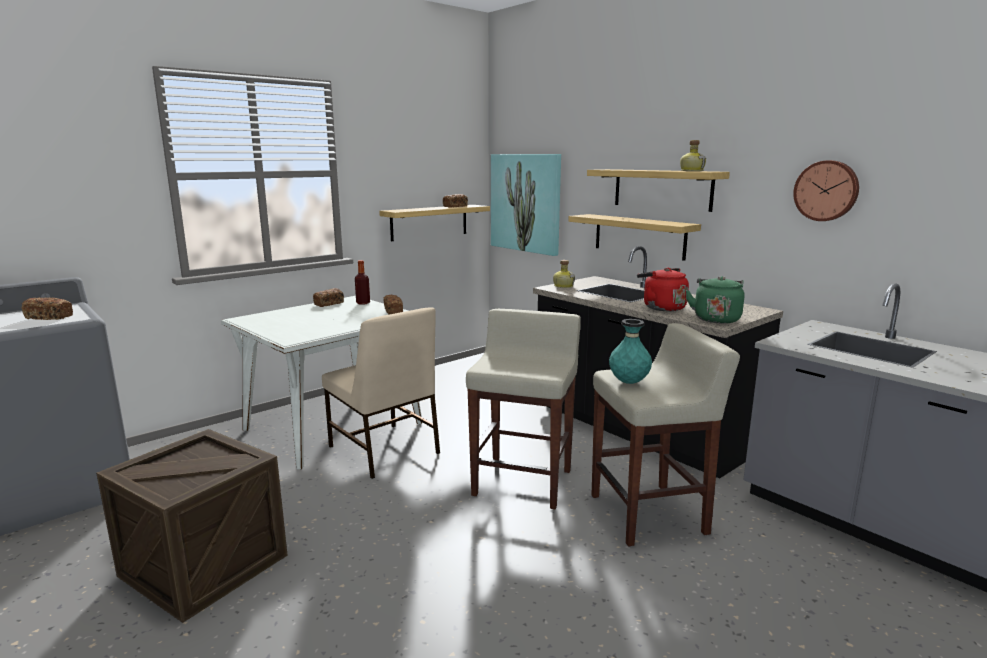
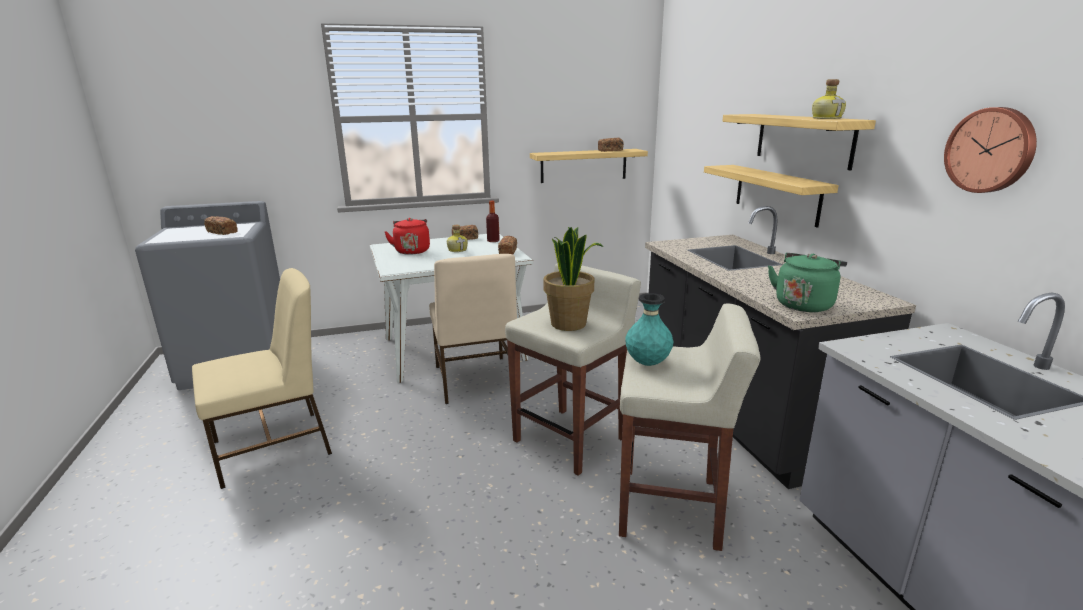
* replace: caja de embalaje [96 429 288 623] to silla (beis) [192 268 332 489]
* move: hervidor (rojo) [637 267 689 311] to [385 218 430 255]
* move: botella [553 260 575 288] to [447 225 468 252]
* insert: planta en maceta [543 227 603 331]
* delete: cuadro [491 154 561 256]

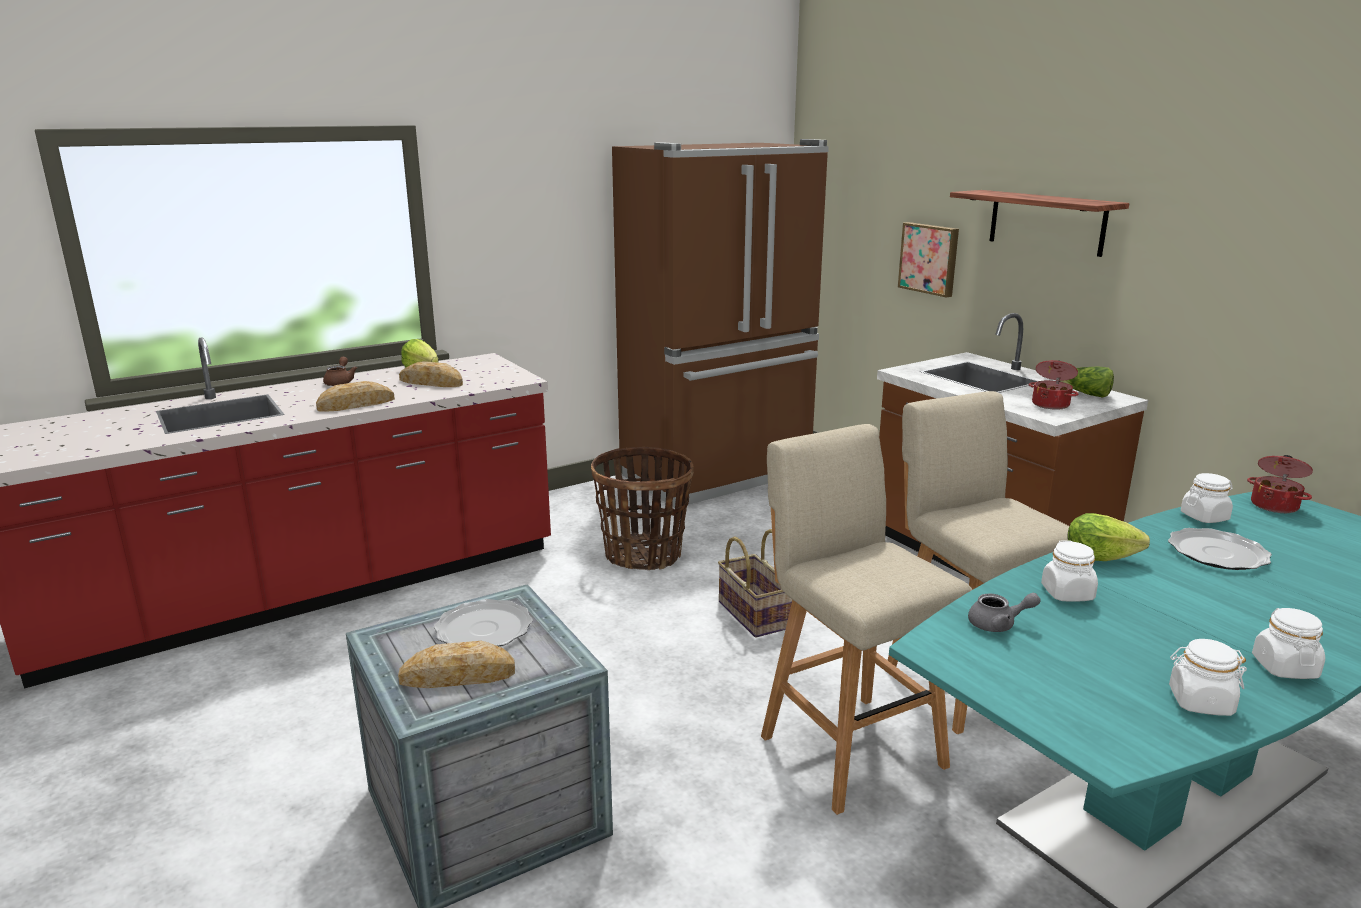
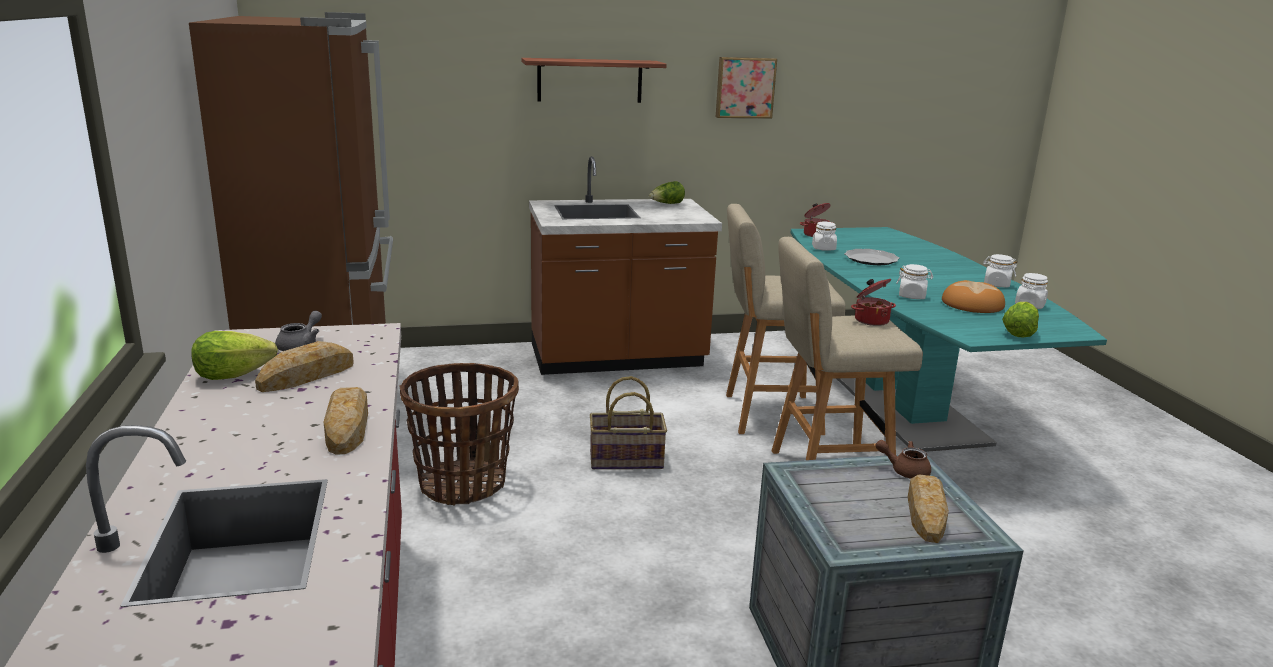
* move: tetera (gris) [968 593 1041 632] to [275 311 322 351]
* move: cuadro [898 222 959 298] to [716 57 777 118]
* move: olla [1029 360 1078 410] to [851 279 896 326]
* move: tetera (marrón) [323 357 357 386] to [875 440 931 479]
* insert: pan [942 280 1005 313]
* move: lechuga [1068 513 1150 561] to [1002 302 1039 337]
* delete: plato [434 599 533 646]

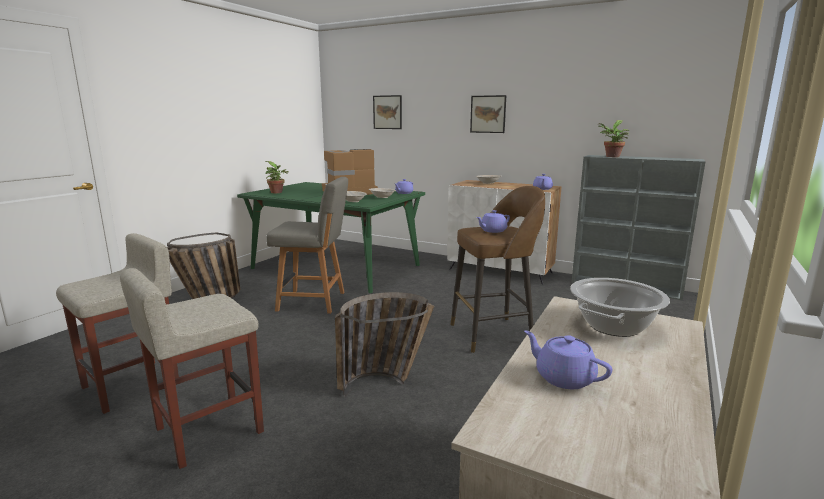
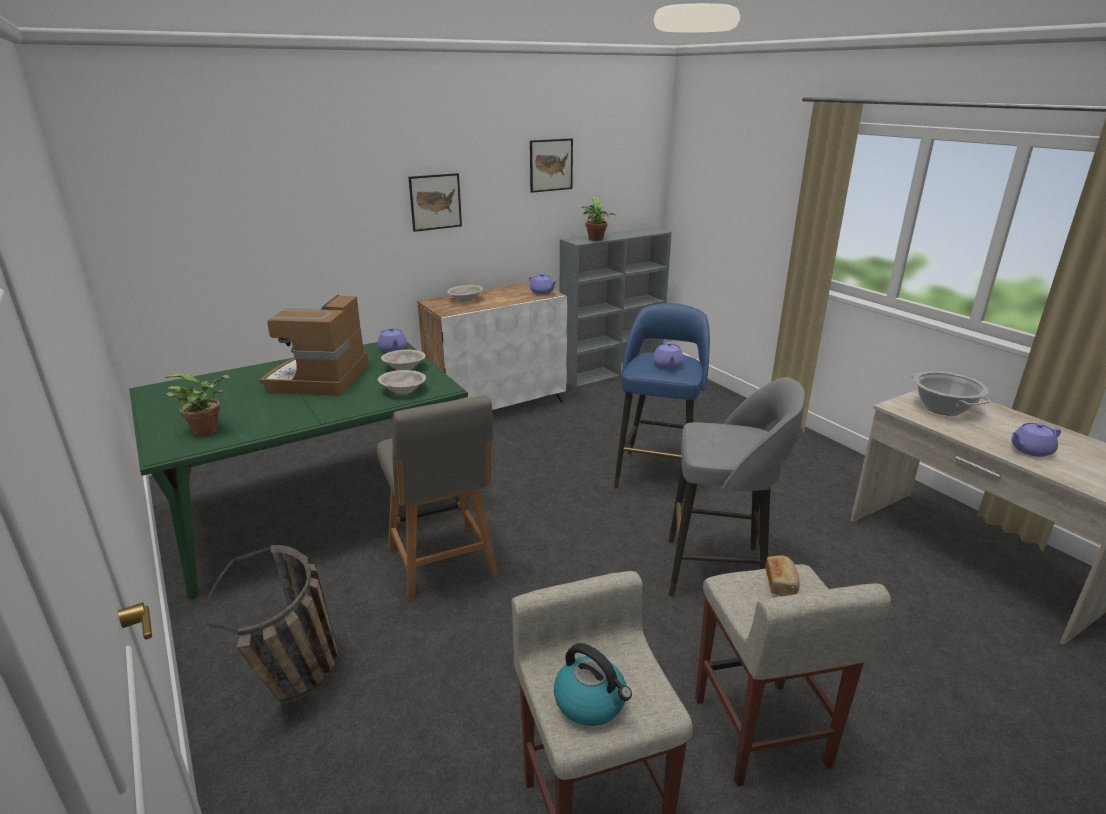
* rotate: silla (gris) [266 177 348 314] = [377 395 499 601] 120 degrees clockwise
* move: cuadro [373 95 402 129] to [530 138 573 193]
* insert: hervidor [554 643 632 726]
* recolor: taburete (marrón) [450 186 545 353] to taburete (azul) [614 303 710 490]
* replace: cesta [335 292 434 397] to taburete (gris) [668 377 805 596]
* insert: pan [765 555 800 596]

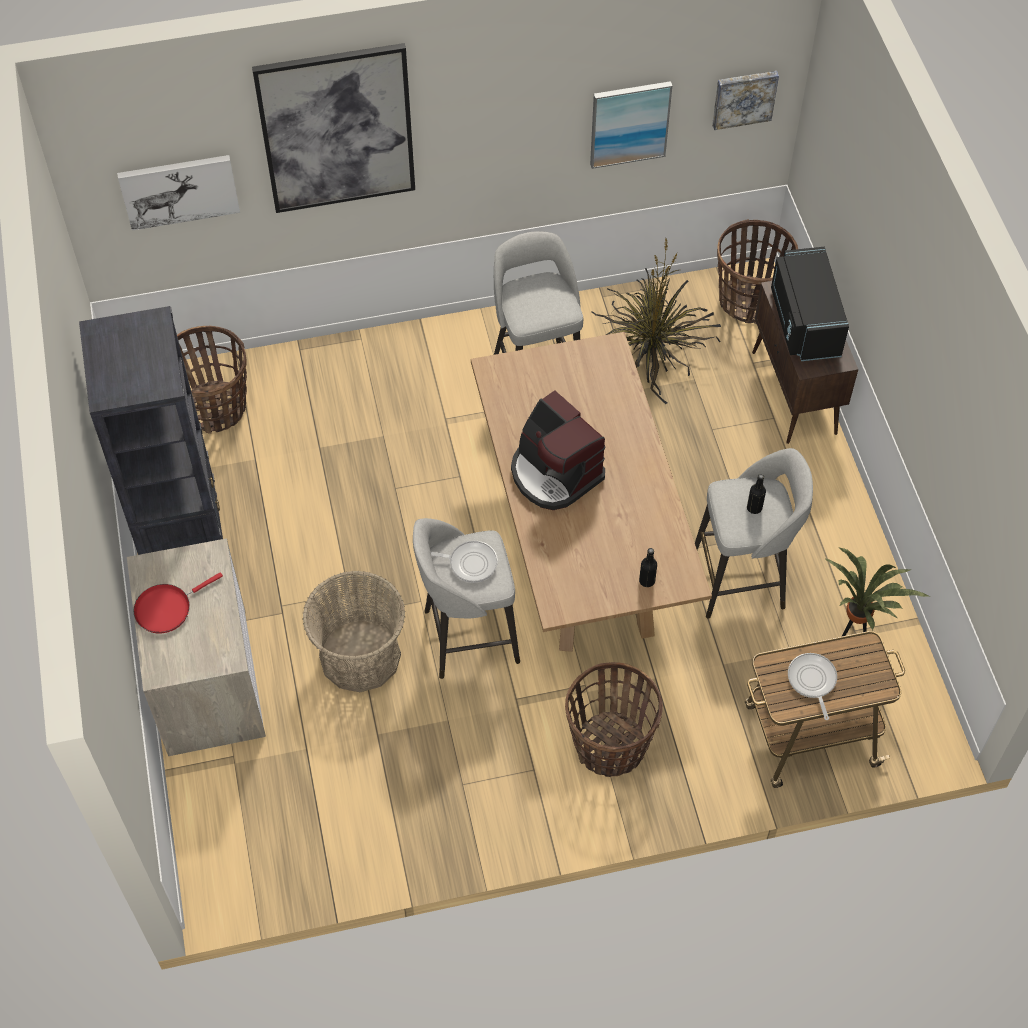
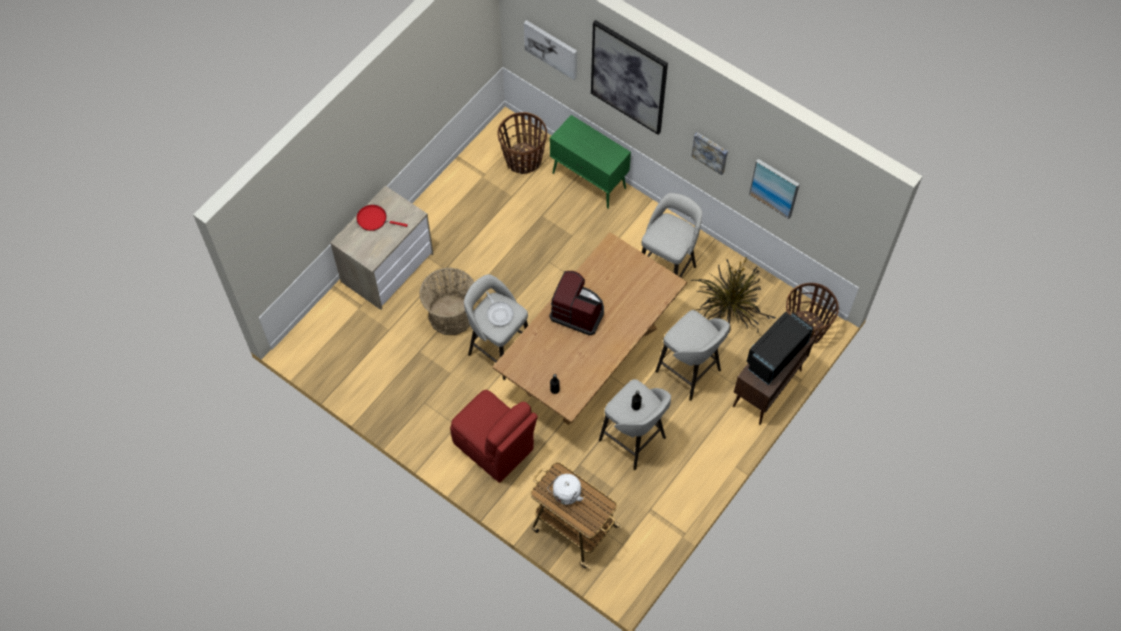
* replace: cesta [565 662 663 777] to silla (rojo) [450 390 538 483]
* replace: sartén [788 653 837 720] to hervidor (blanco) [548 474 584 505]
* insert: armario (verde) [550 115 631 209]
* rotate: cafetera [511 391 606 510] = [550 271 604 336] 105 degrees clockwise
* insert: taburete (gris) [655 310 730 400]
* move: cuadro [712 71 779 130] to [691 133 728 175]
* delete: estantería (negro) [79 306 223 555]
* delete: planta en maceta [824 548 929 636]

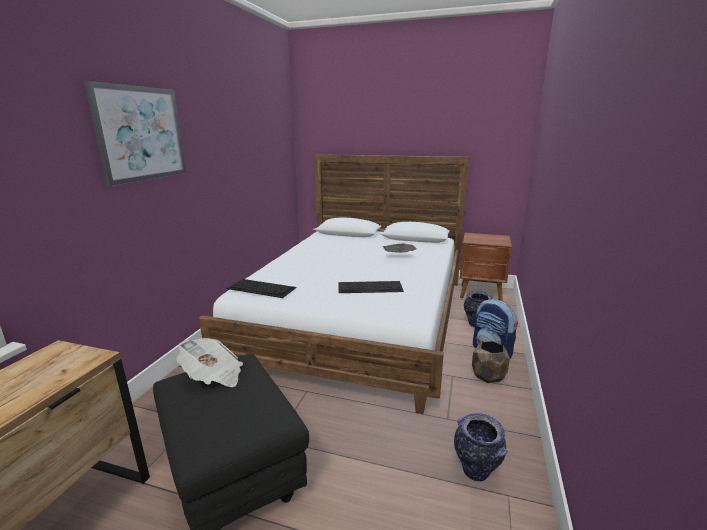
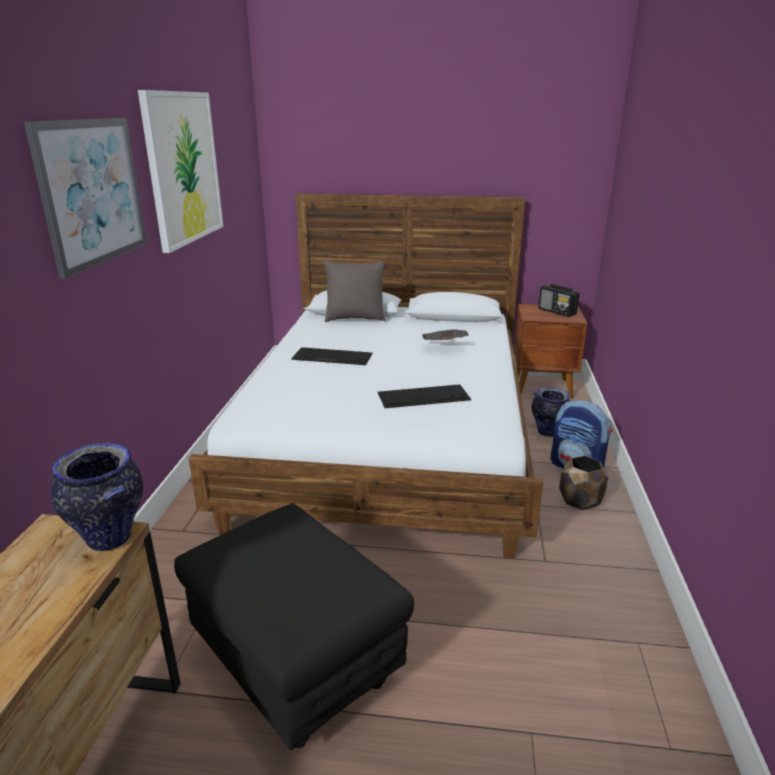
* move: florero [454 413 508 481] to [51 443 143 551]
* insert: cuadro [138 90 223 253]
* move: teclado [227 279 296 298] to [291 347 373 365]
* insert: cojín (gris) [323 260 386 322]
* insert: radio [538 284 579 317]
* delete: periódico [176 338 243 387]

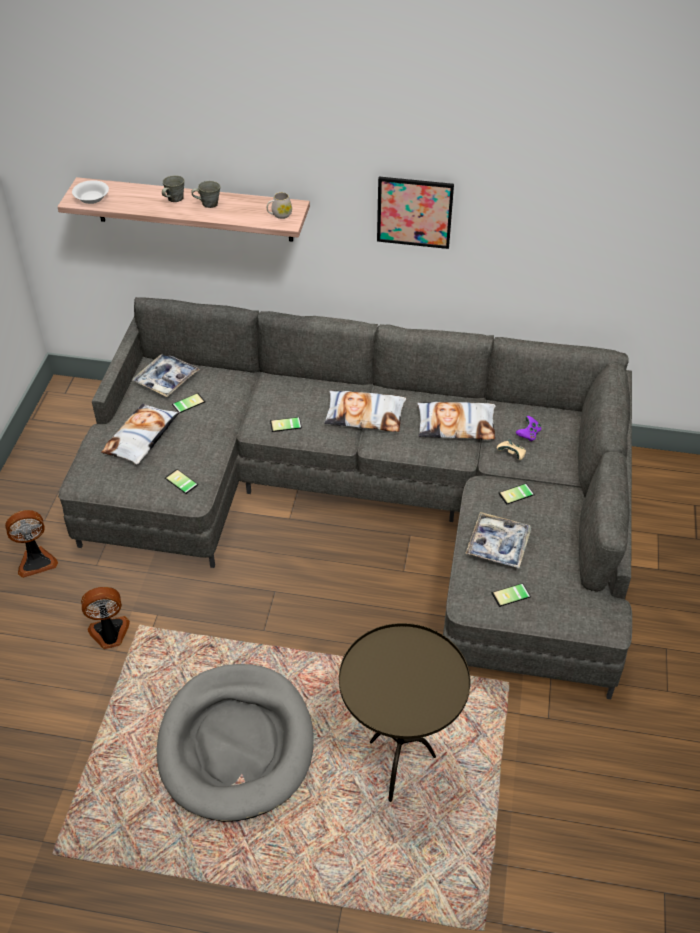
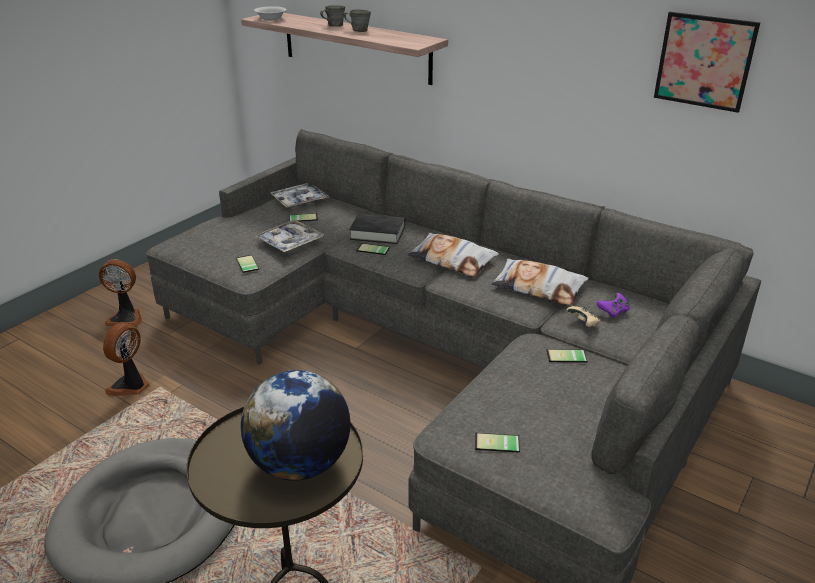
* rotate: ventilador [81 587 130 649] = [103 322 150 396] 75 degrees counterclockwise
* insert: globo terráqueo [241 370 350 480]
* move: bandeja [465 512 531 568] to [256 220 324 253]
* insert: libro (negro) [349 213 405 244]
* move: cuadro [377 177 454 249] to [654 12 760 113]
* delete: cojín [101 404 179 465]
* delete: taza grande (blanco) [267 192 292 219]

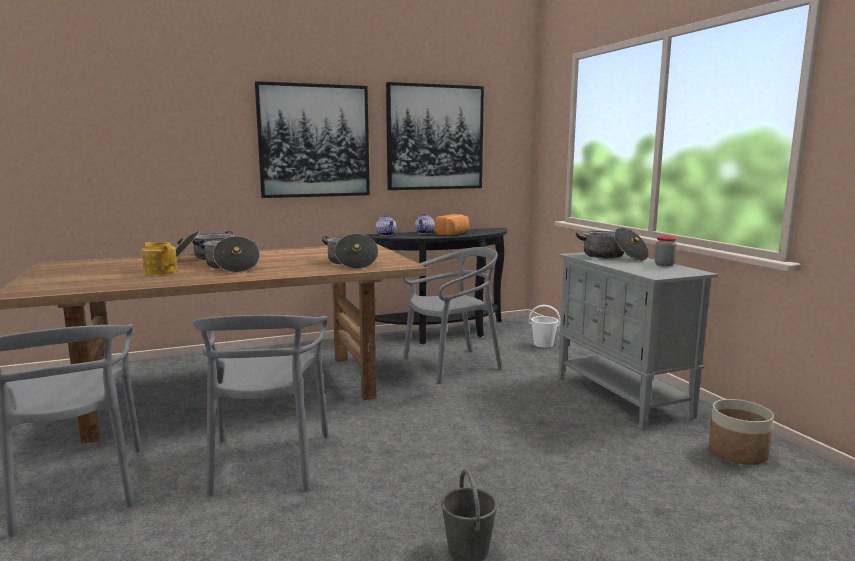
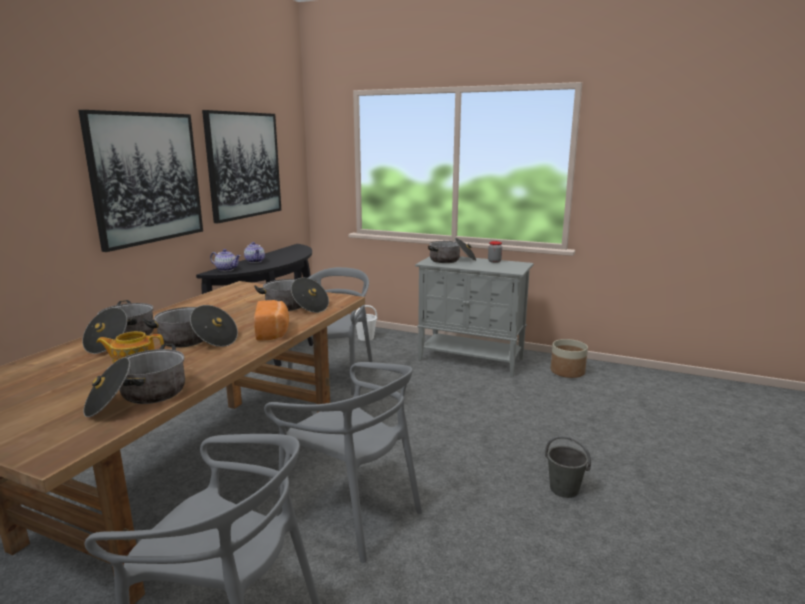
* insert: olla [83 344 185 417]
* move: pan [435 214 469 236] to [254 300 289 341]

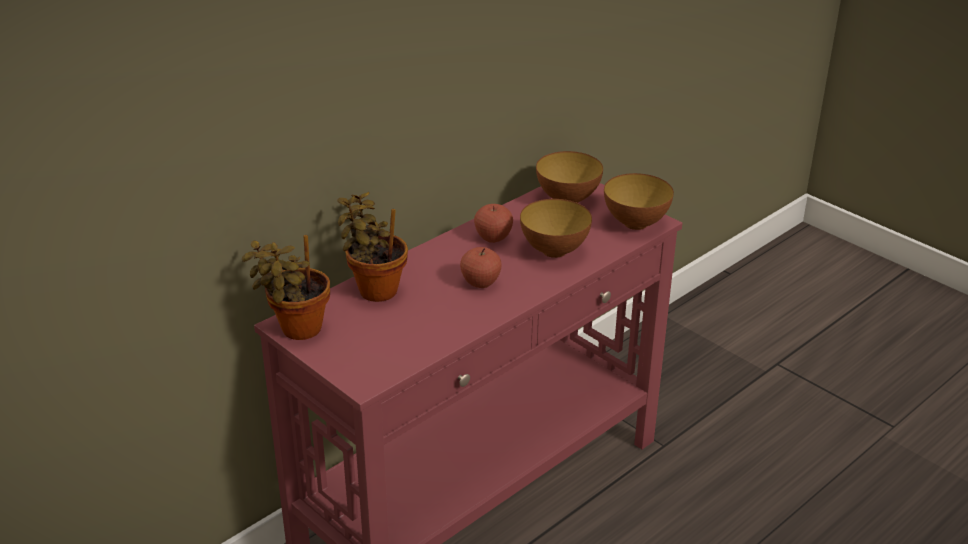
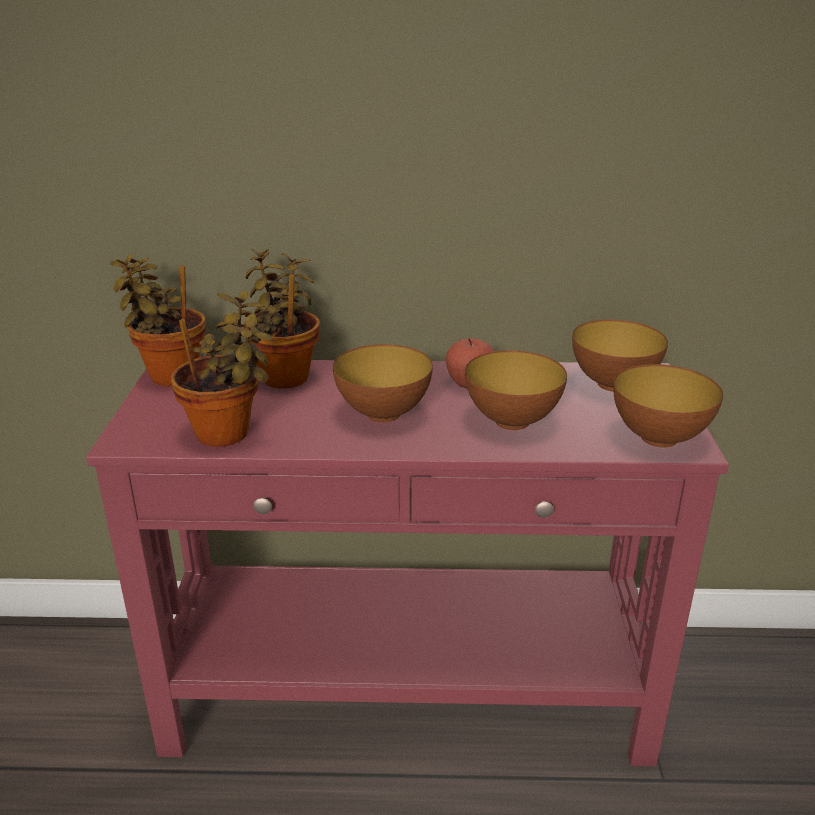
* insert: planta en maceta [171 291 273 447]
* replace: manzana [460 247 502 288] to cuenco [333 344 433 423]

